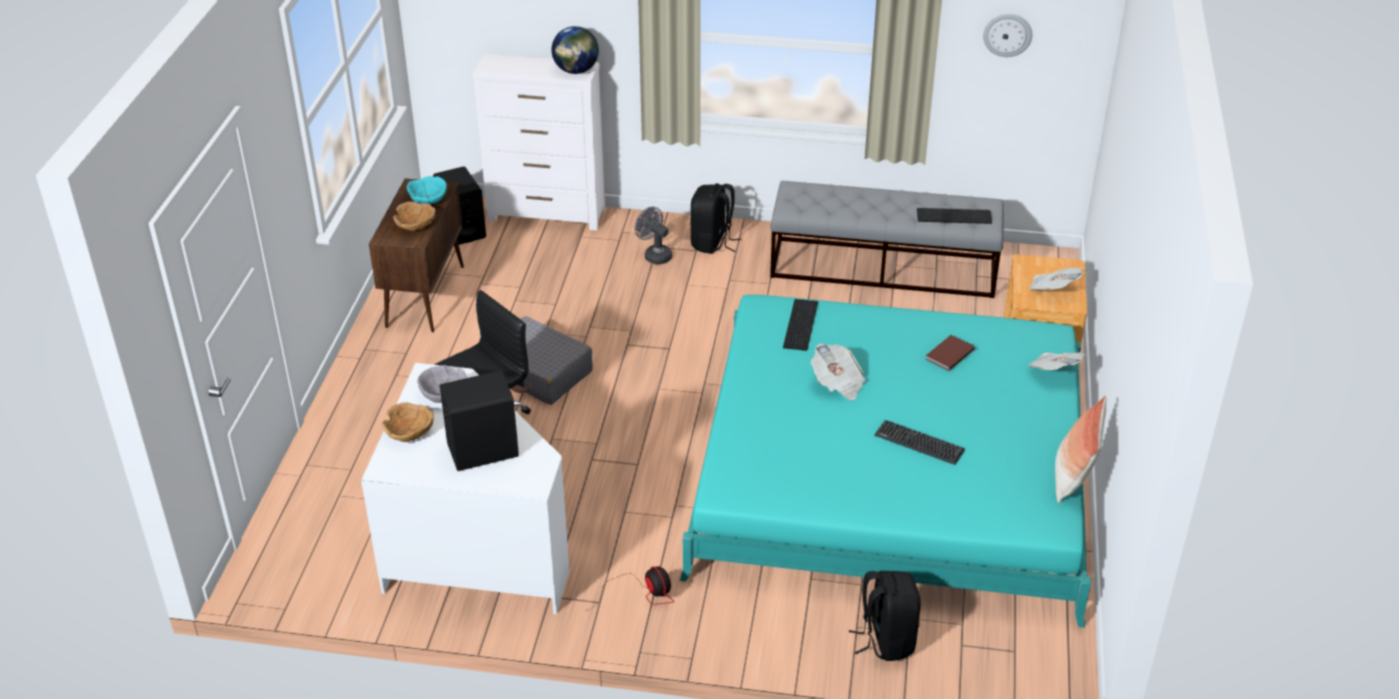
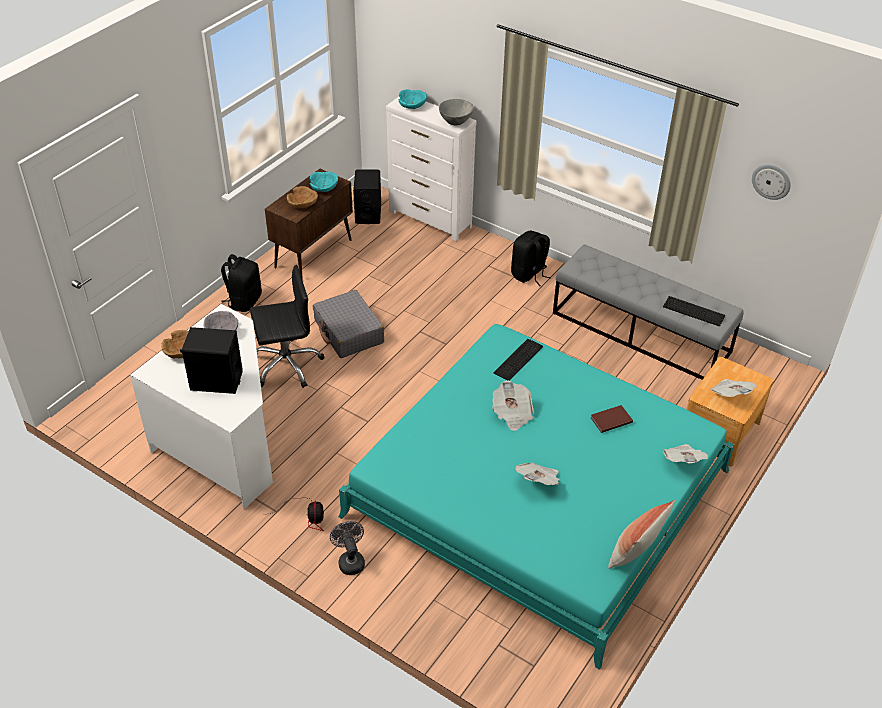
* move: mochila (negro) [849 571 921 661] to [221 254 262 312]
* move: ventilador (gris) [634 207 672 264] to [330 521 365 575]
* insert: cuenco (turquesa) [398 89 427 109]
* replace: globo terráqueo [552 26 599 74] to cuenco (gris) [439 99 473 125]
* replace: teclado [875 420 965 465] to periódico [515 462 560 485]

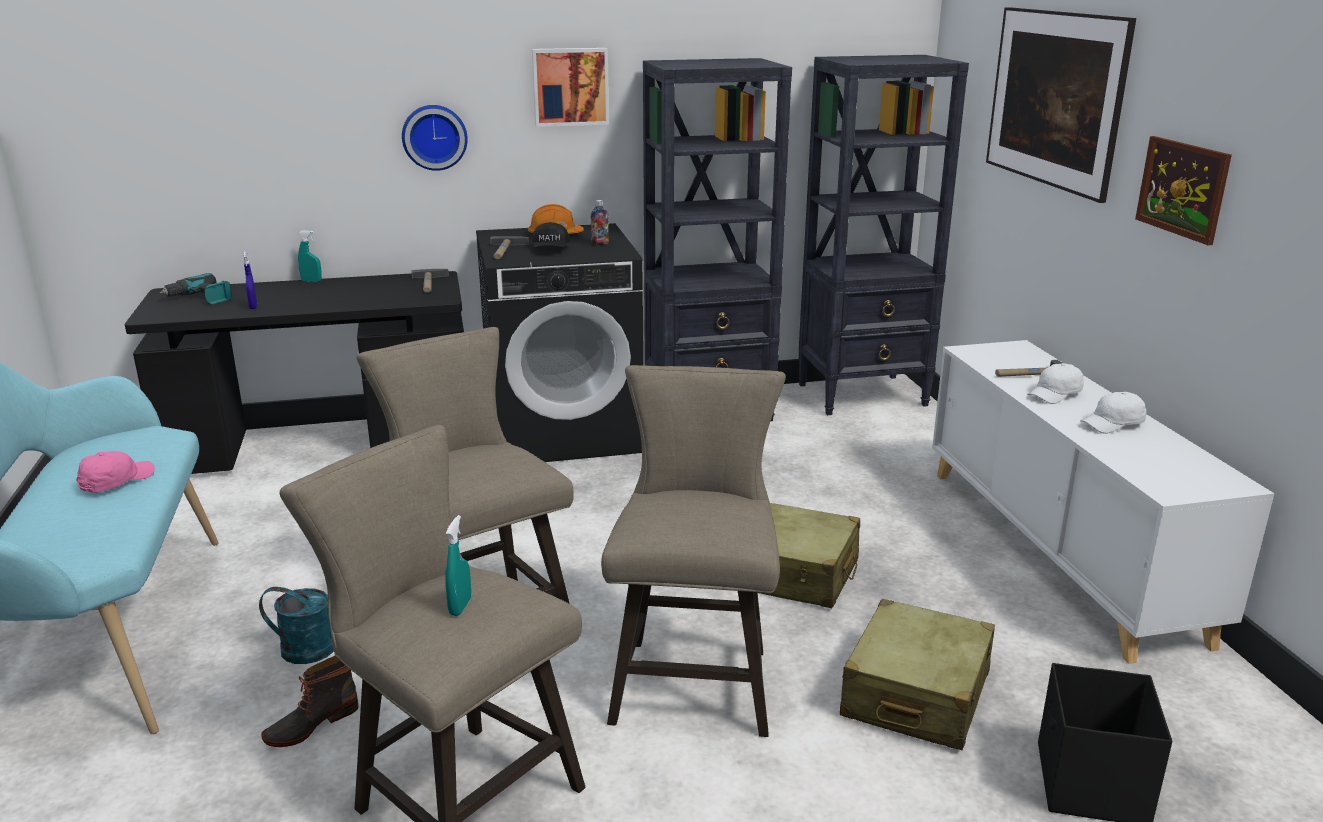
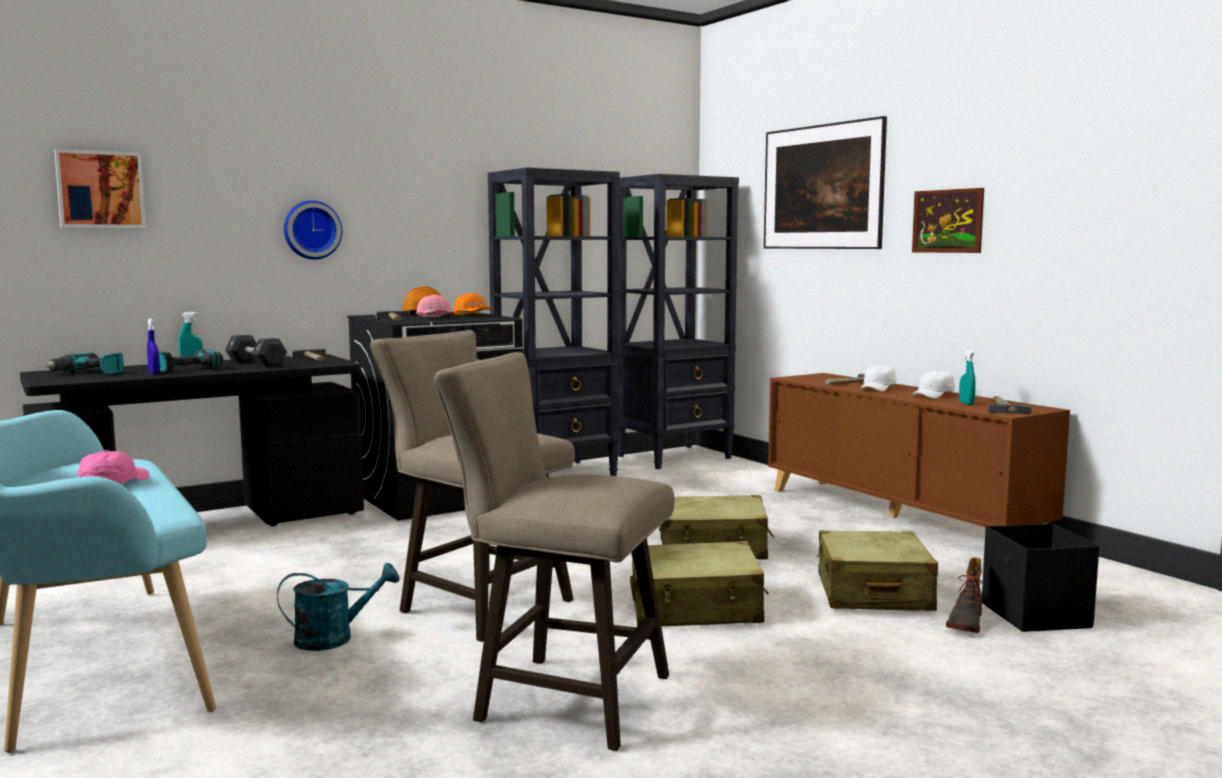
* move: cuadro [532 48 609 127] to [54 149 146 228]
* insert: taladro [159 350 223 372]
* insert: mancuerna (negro) [225 335 287 368]
* recolor: gorra (negro) [532 222 570 248] to gorra (rosa) [416 295 452 317]
* replace: botella [591 200 609 245] to gorra (naranja) [454 293 493 315]
* replace: taburete (beis) [601 365 786 737] to maleta (beis) [630 541 769 627]
* recolor: armario (blanco) [932 340 1274 664] to armario (marrón) [768 373 1070 530]
* move: bota [261 656 359 747] to [946 558 982 633]
* move: pulverizador (turquesa) [445 515 471 616] to [959 349 976 405]
* insert: martillo [988 396 1032 414]

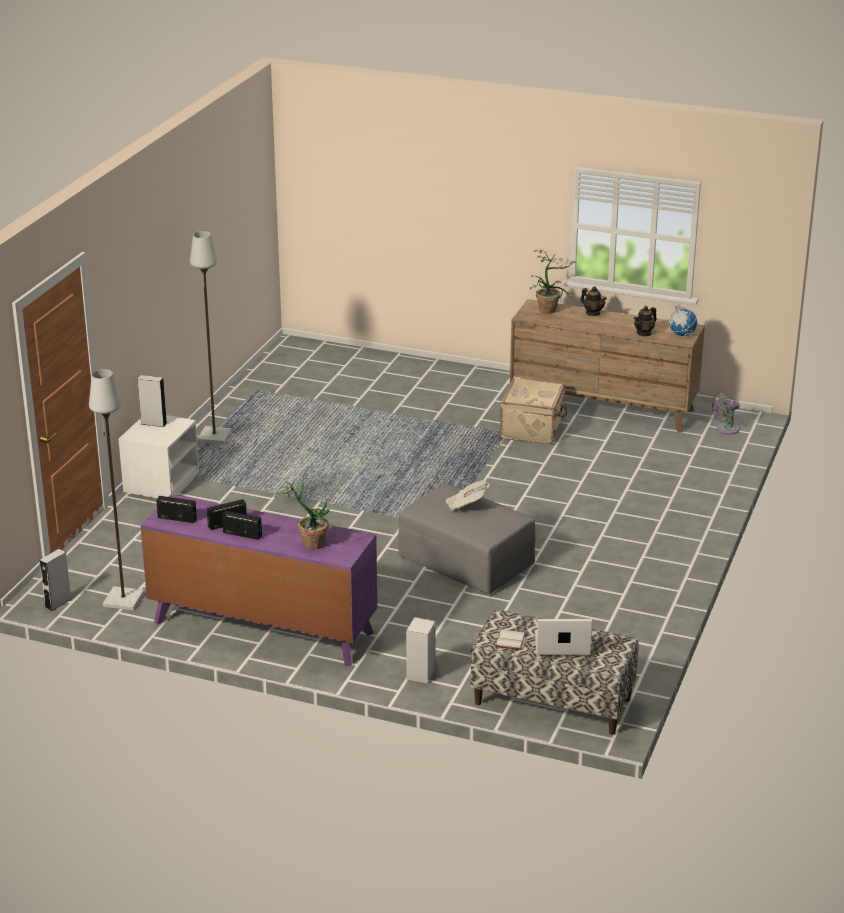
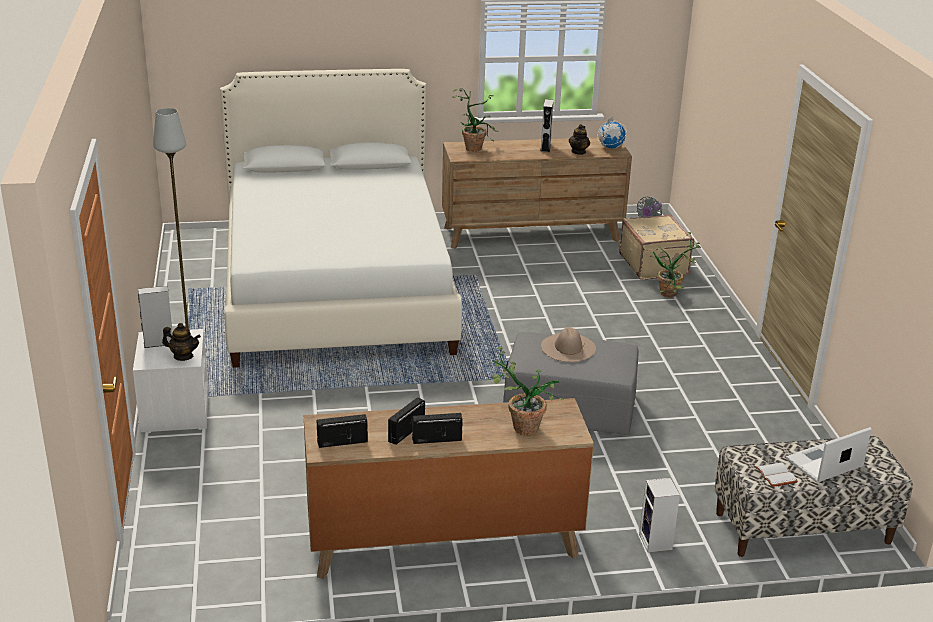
* move: tetera [581 286 607 316] to [162 323 201 361]
* insert: cama (blanco) [220 69 462 368]
* recolor: cómoda (morado) [140 494 377 666] to cómoda (marrón) [304 398 594 579]
* move: altavoz (gris) [39 549 71 611] to [540 99 554 152]
* replace: periódico [446 480 489 510] to sombrero (beis) [541 327 596 362]
* move: maleta (beis) [500 377 567 444] to [619 215 694 280]
* insert: planta en maceta [649 232 701 297]
* delete: lámpara de pie (gris) [89 369 144 610]

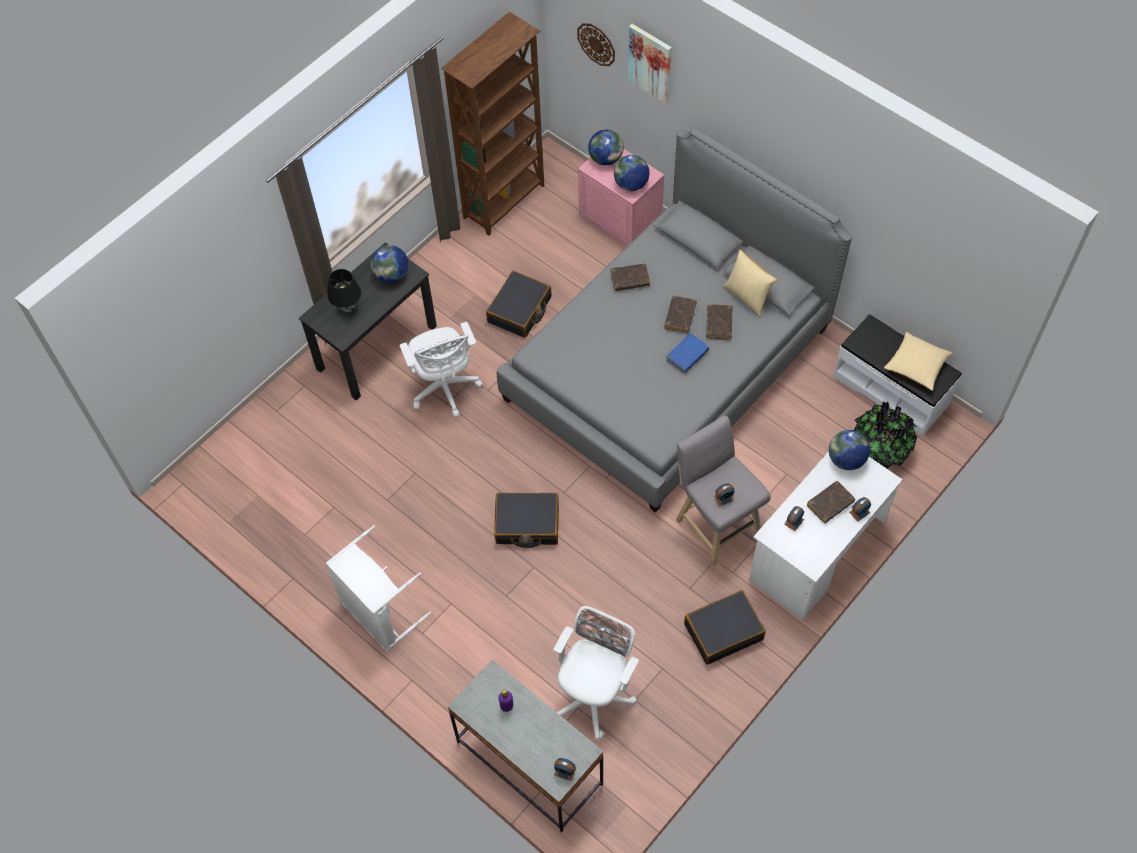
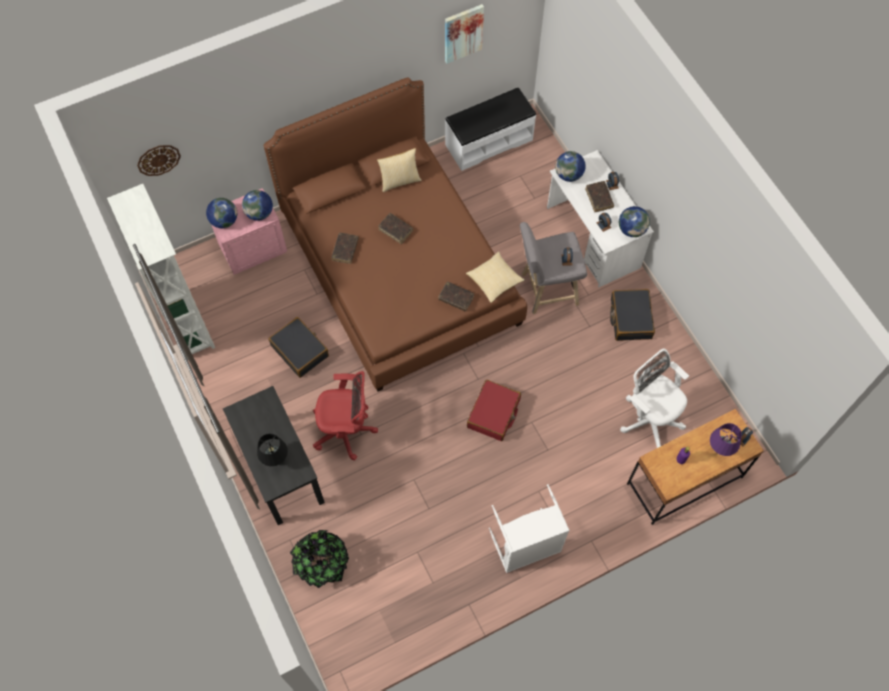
* recolor: estantería (marrón) [441 12 544 236] to estantería (blanco) [107 184 215 359]
* recolor: cama (gris) [497 128 852 513] to cama (marrón) [264 78 527 391]
* move: planta en maceta [854 402 917 469] to [290 530 349 588]
* recolor: silla de oficina (blanco) [400 322 483 417] to silla de oficina (rojo) [313 371 378 460]
* move: libro (marrón) [706 304 733 340] to [438 282 474 311]
* move: cuadro [628 24 672 104] to [445 4 484 64]
* move: cojín [884 332 953 391] to [466 251 525 303]
* recolor: maleta (negro) [494 492 559 548] to maleta (rojo) [467 380 521 441]
* move: globo terráqueo [371 245 408 283] to [619 206 650 237]
* recolor: escritorio (gris) [448 659 603 832] to escritorio (marrón) [627 409 764 525]
* insert: lámpara de mesa (morado) [710 423 742 456]
* delete: libro (azul) [666 334 709 373]

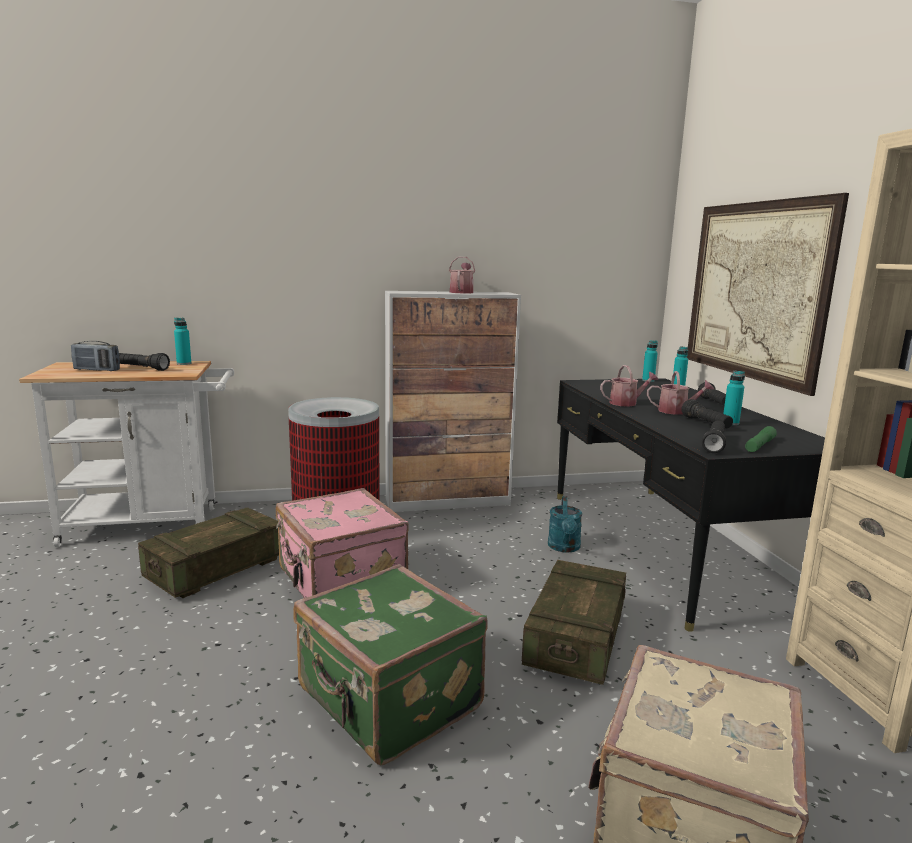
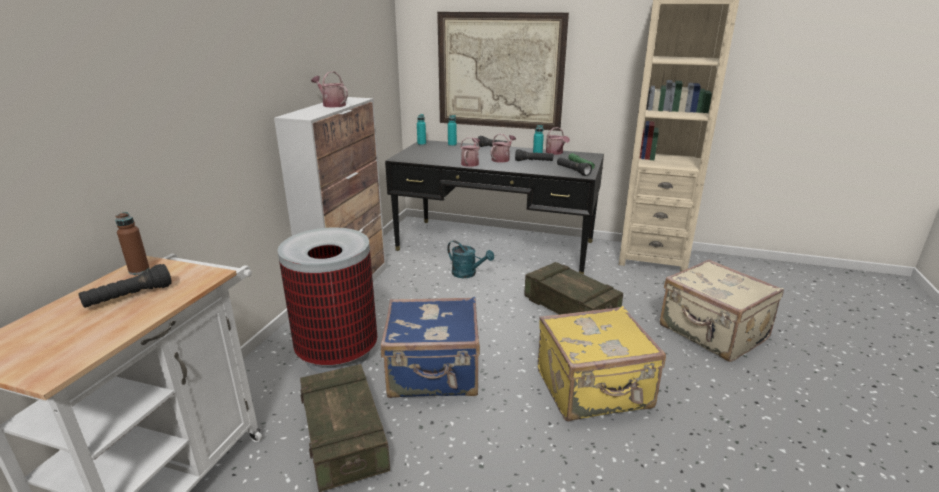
* recolor: botella (turquesa) [174 318 191 365] to botella (marrón) [115 212 150 275]
* recolor: maleta (rosa) [276 488 409 598] to maleta (azul) [381 297 480 398]
* recolor: maleta (verde) [293 564 488 765] to maleta (amarillo) [538 306 666 421]
* insert: regadera [546 127 570 155]
* delete: radio [71 341 120 371]

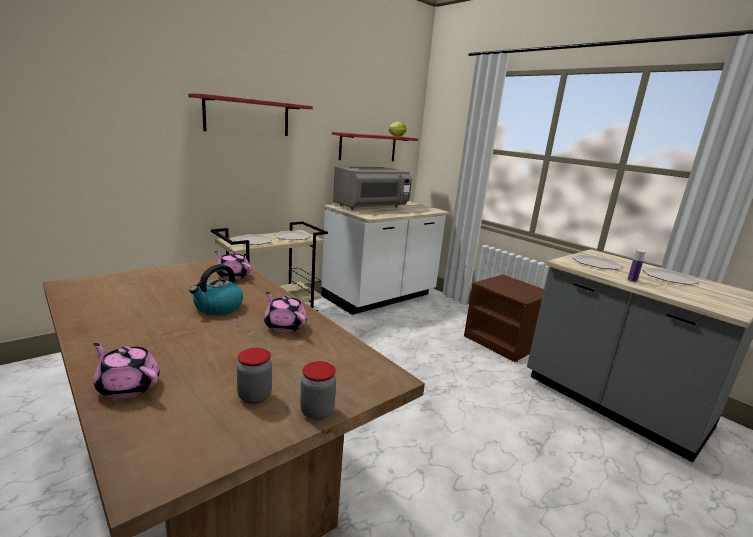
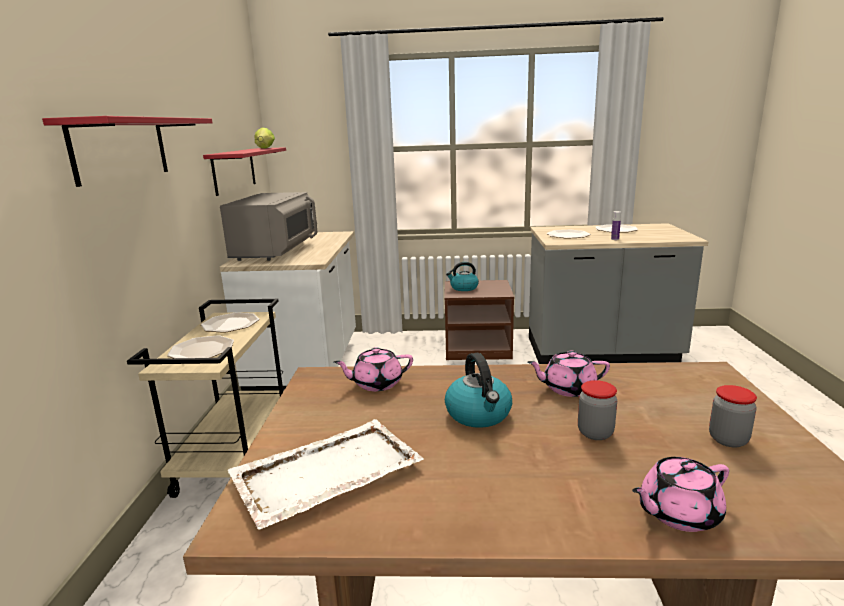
* insert: bandeja (blanco) [228 419 424 530]
* insert: hervidor [446 262 479 291]
* move: tarro [300 361 336 420] to [578 380 617 440]

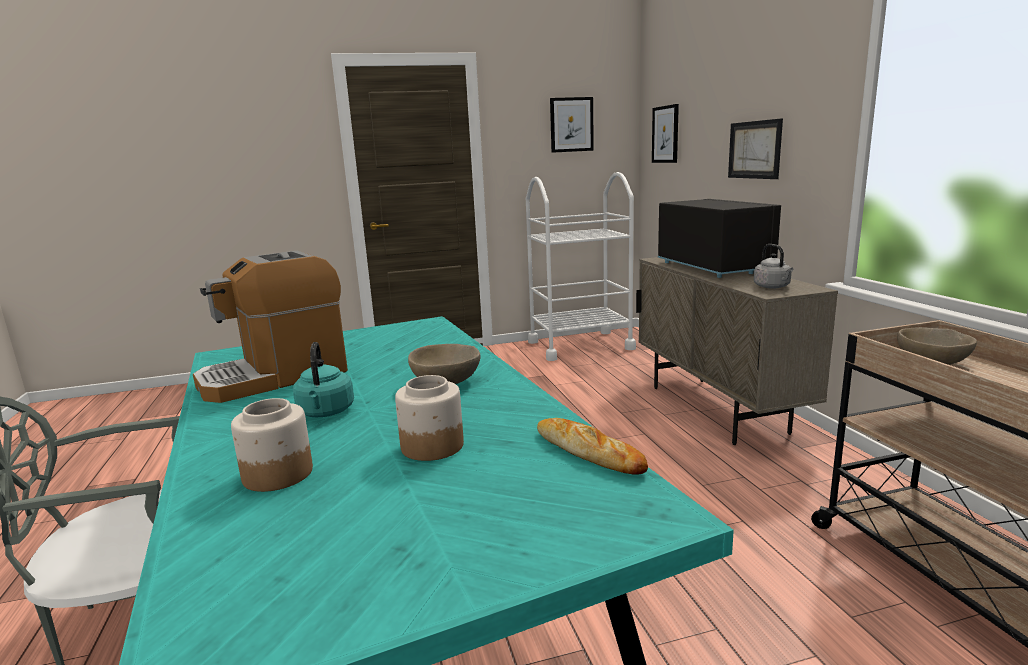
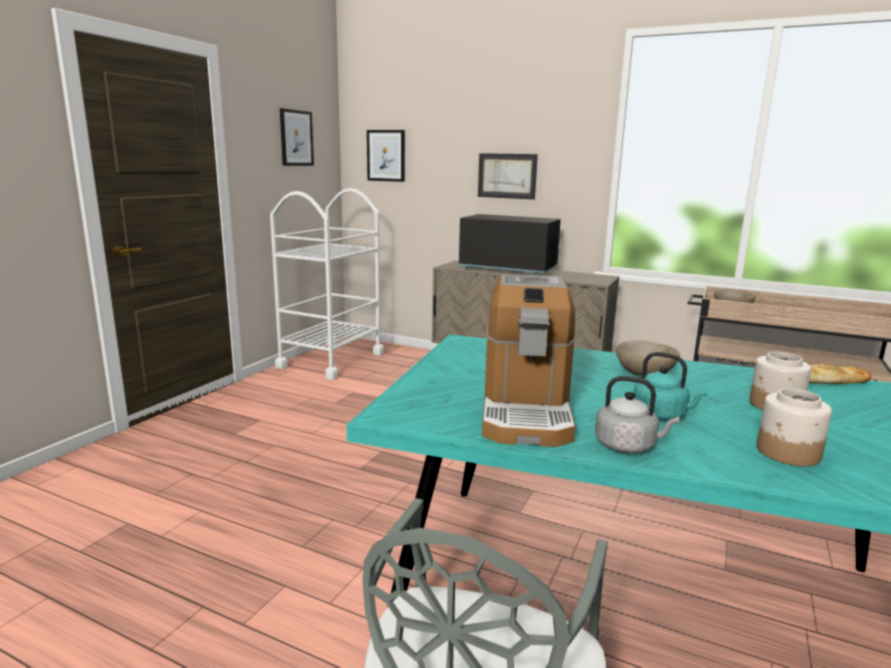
* move: hervidor (gris) [754 244 793 289] to [595 376 680 453]

